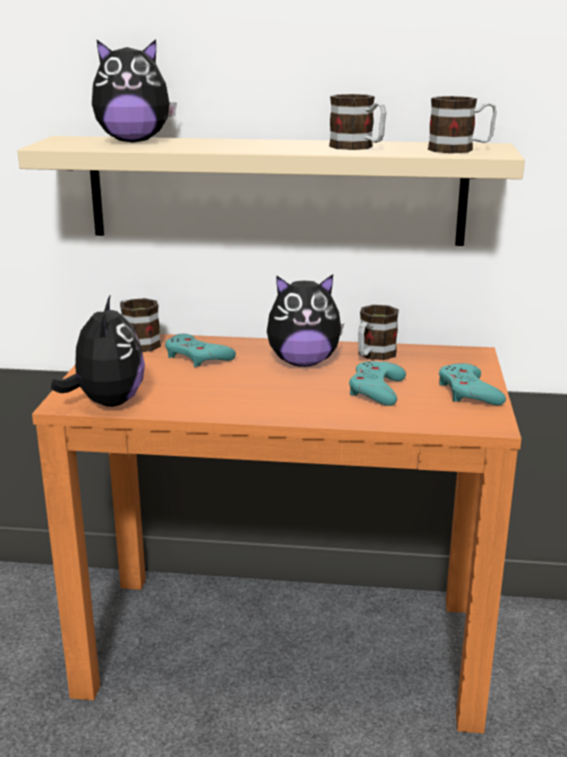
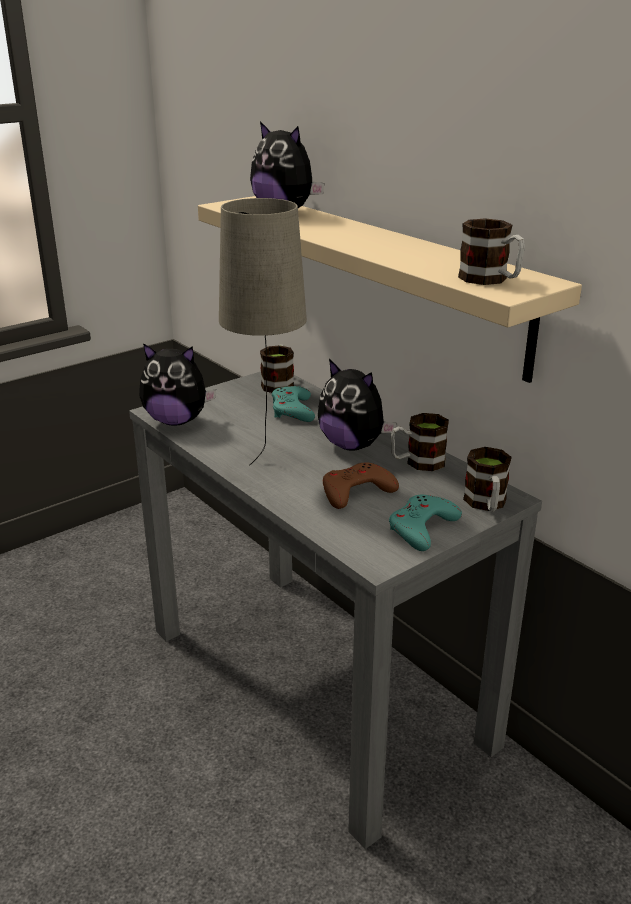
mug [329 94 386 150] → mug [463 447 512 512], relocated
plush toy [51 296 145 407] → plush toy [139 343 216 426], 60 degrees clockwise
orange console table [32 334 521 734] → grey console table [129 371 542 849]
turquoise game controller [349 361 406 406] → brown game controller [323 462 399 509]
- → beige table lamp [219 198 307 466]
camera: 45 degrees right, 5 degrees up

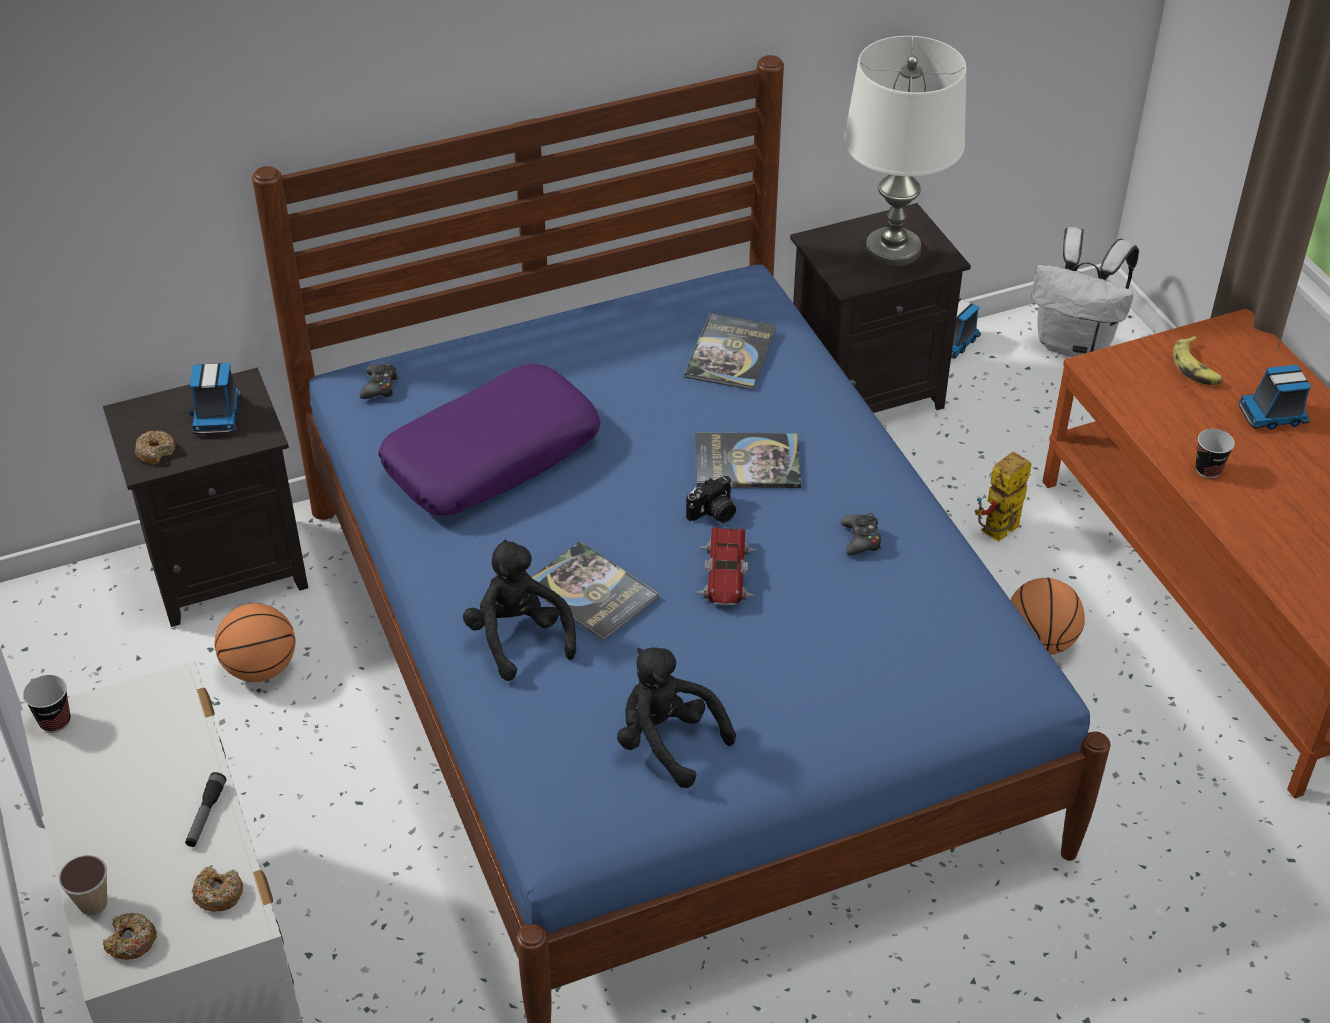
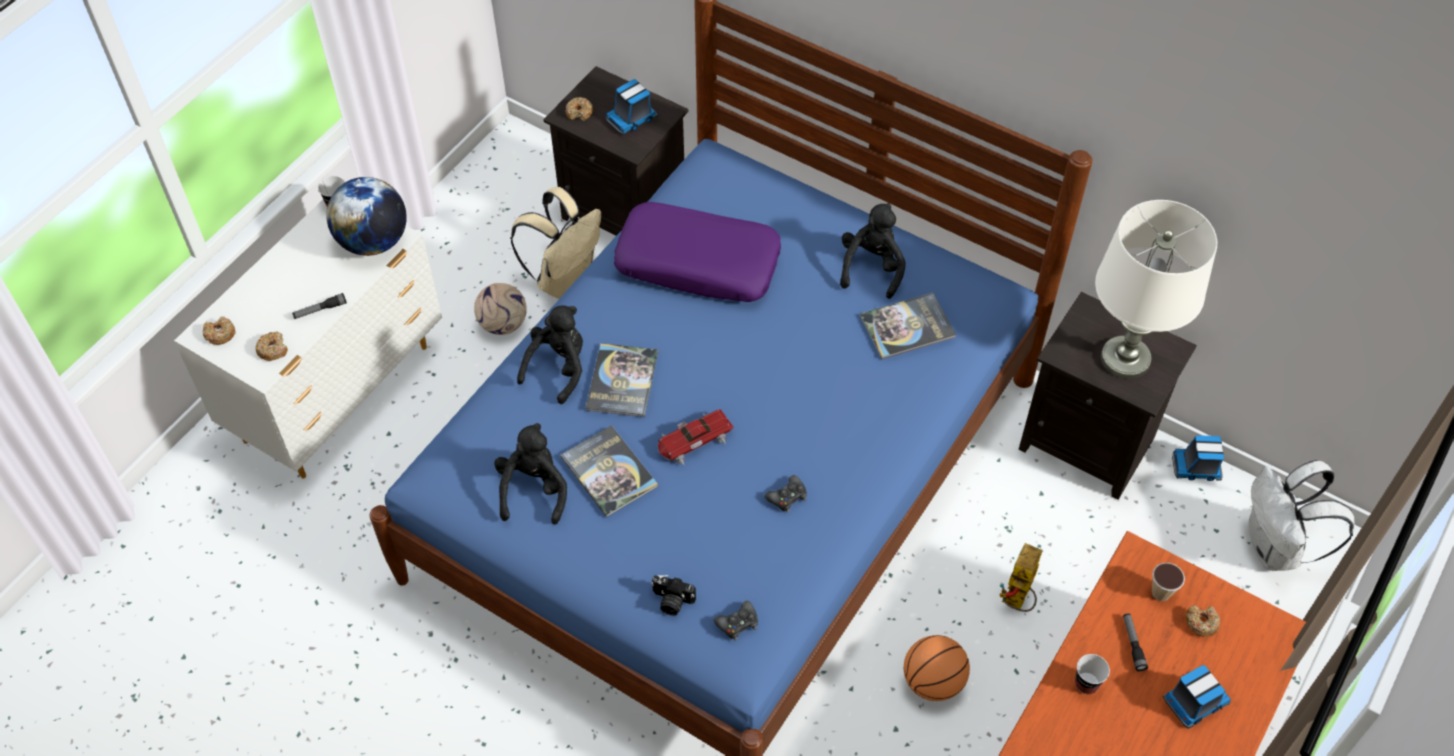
banana [1173 336 1223 385] → donut [1186 604 1220 637]
black game controller [359 363 399 399] → black game controller [713 601 758 641], relocated
toy truck [1239 365 1311 430] → toy truck [1163 665 1231 729], 105 degrees clockwise
book [695 432 801 488] → book [560 425 658 517], relocated
toy robot [975 451 1031 542] → toy robot [1000 543 1043 612], 75 degrees counterclockwise
photo camera [686 476 736 523] → photo camera [651 575 696 616], relocated
basketball [215 603 296 682] → beige backpack [510 187 601 299]
cup [59 855 107 916] → cup [1152 563 1185 601], relocated
- → globe [326 177 407 256]
- → black plush toy [840 203 906 299]
- → football [474 283 527 335]
- → flashlight [1123 613 1148 671]
camera: 55 degrees right, 10 degrees up

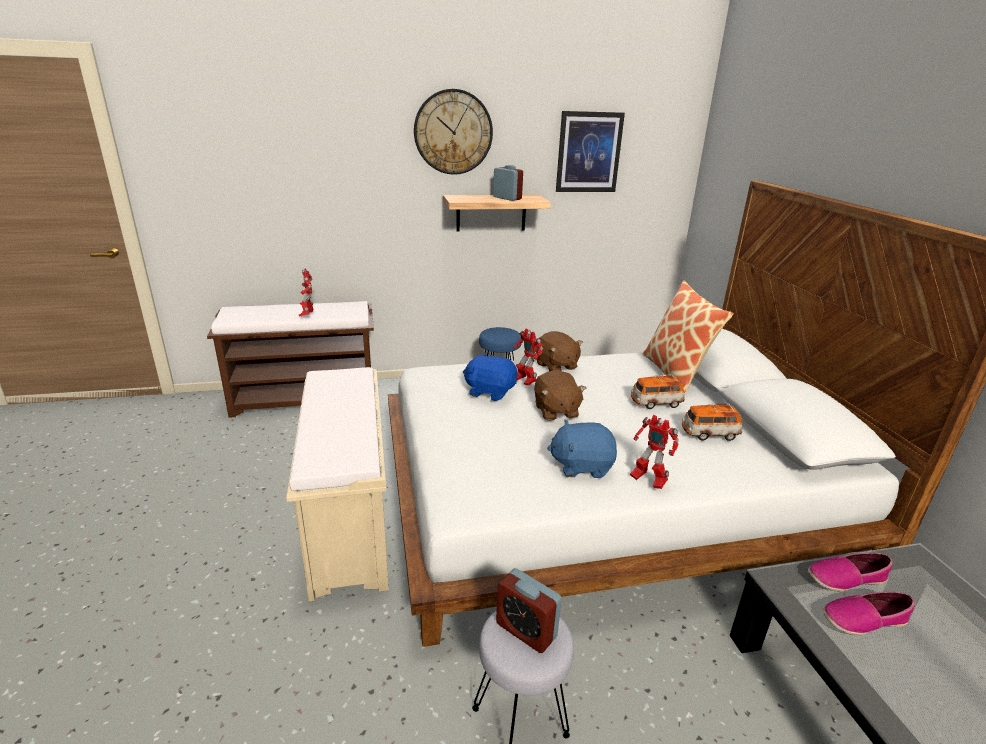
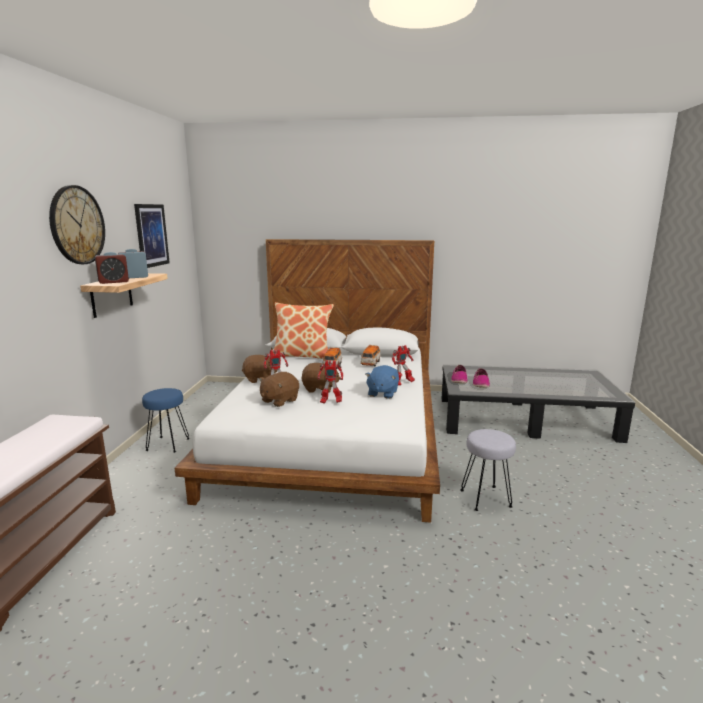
toy robot [299 268 314 317] → toy robot [317 360 343 404], relocated
blue plush toy [463 353 517 401] → brown plush toy [259 372 299 407]
beige bench [286 367 389 602] → -
alarm clock [496 568 562 653] → alarm clock [95 252 129 284], relocated
camera: 70 degrees left, 10 degrees down

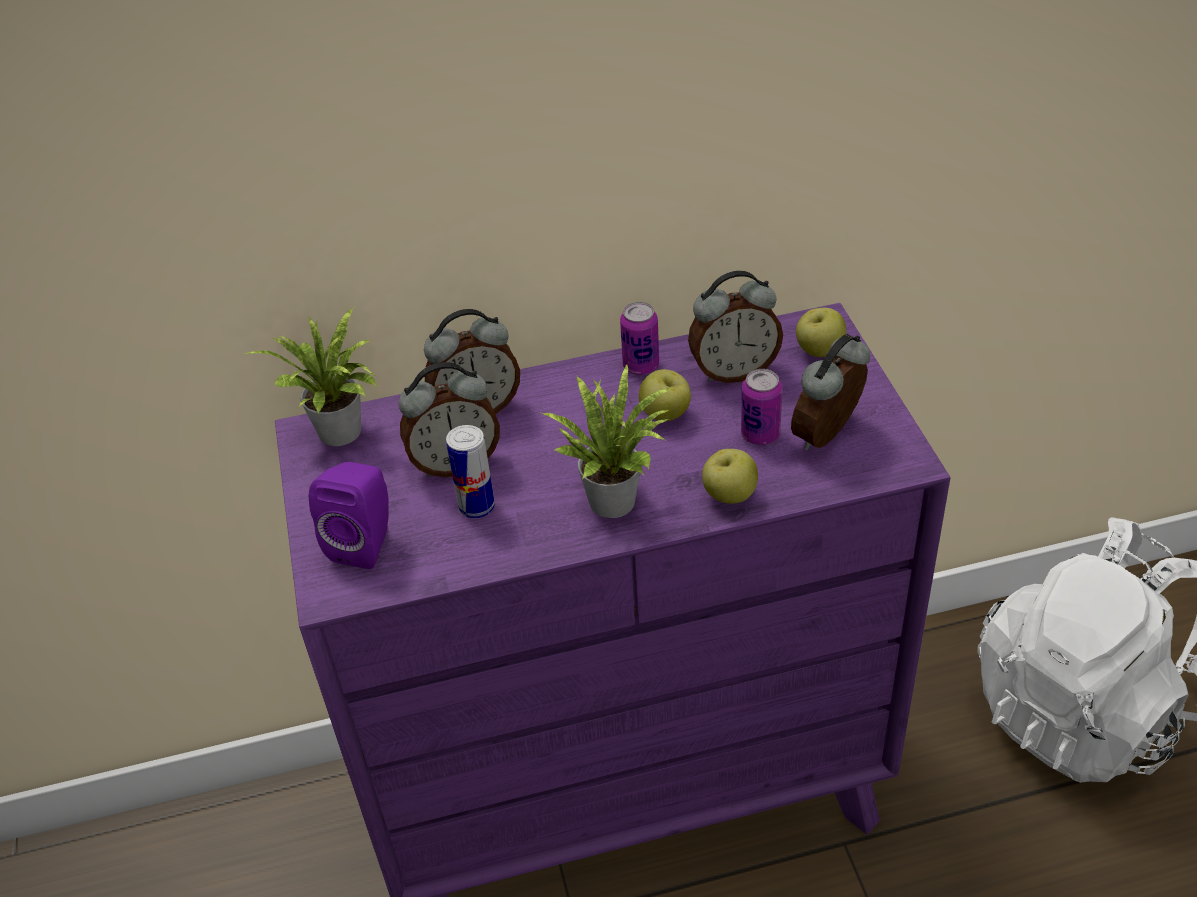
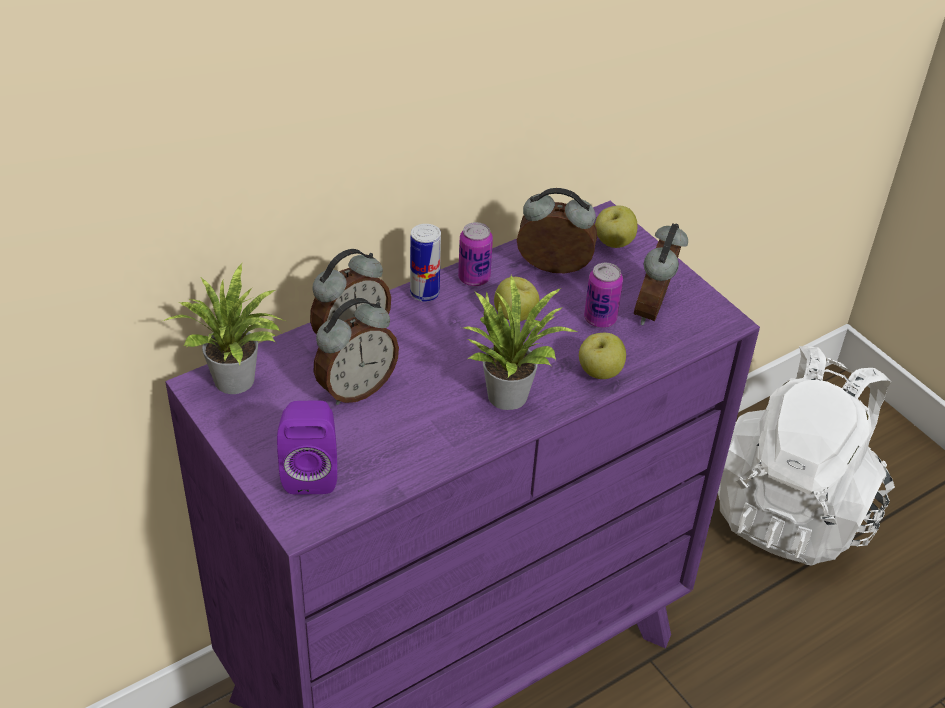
alarm clock [688 271 783 383] → alarm clock [517 188 597 273], 135 degrees counterclockwise
can [446 425 495 518] → can [410 224 441 302], relocated
camera: 25 degrees left, 0 degrees up

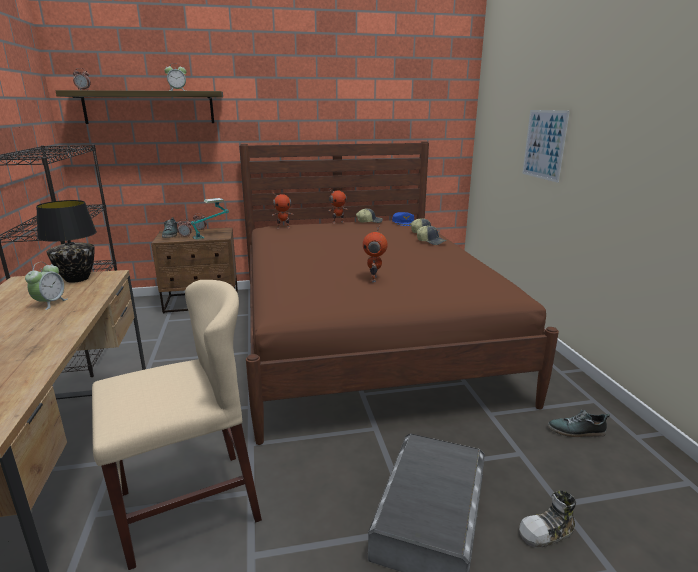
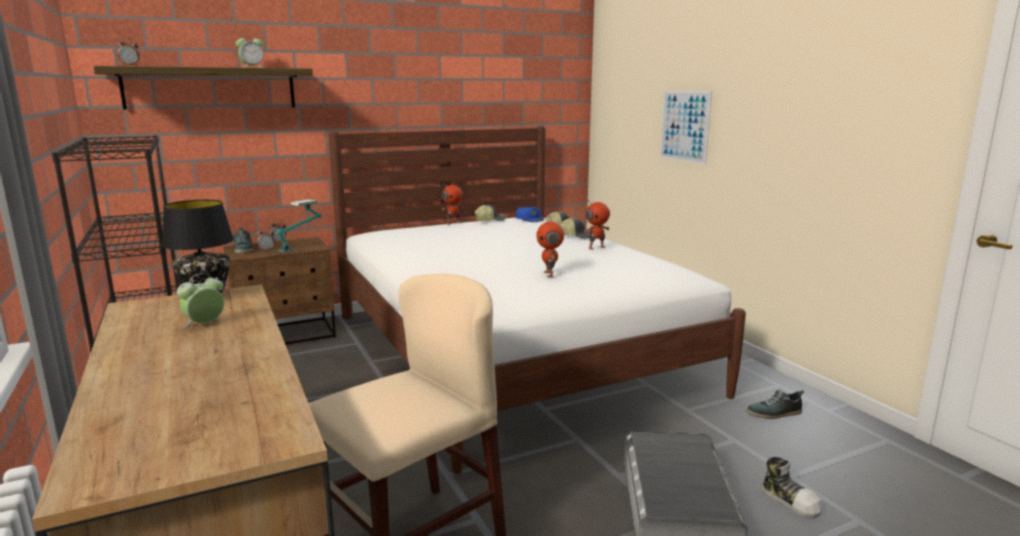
brown bed [239 141 559 445] → white bed [328 126 746 474]
toy robot [272 192 293 229] → toy robot [584 199 610 250], relocated
alarm clock [25 262 68 310] → alarm clock [177 273 224 328], 135 degrees counterclockwise
shoe [519 491 576 548] → shoe [762 457 823 519], 90 degrees counterclockwise
camera: 15 degrees left, 5 degrees down

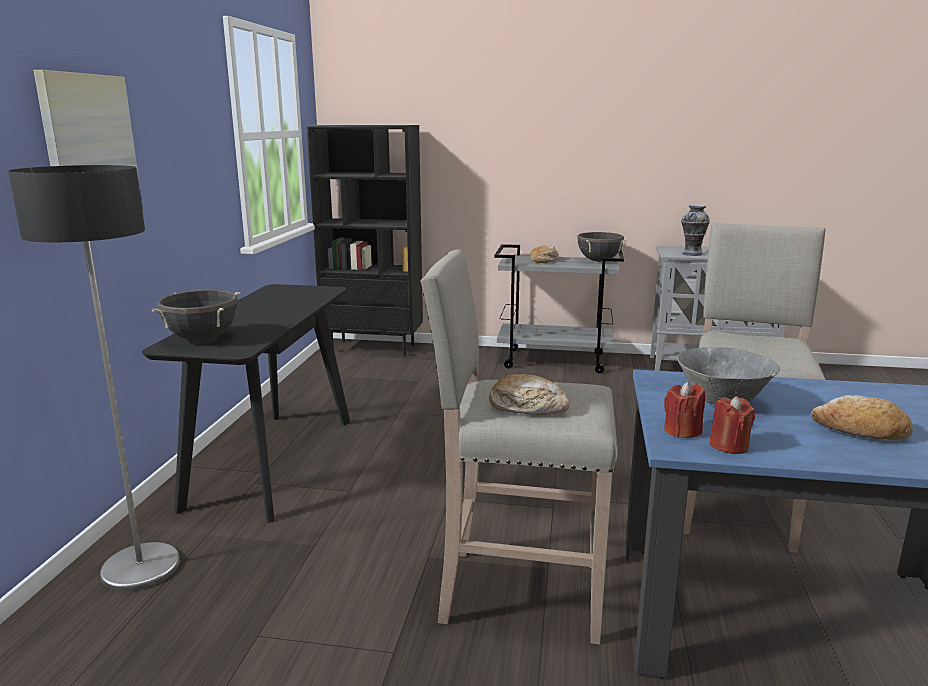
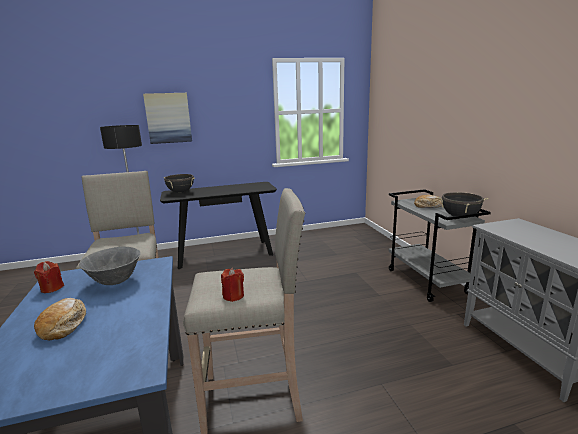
black bookcase [306 125 423 357] → -
vase [681 205 710 256] → -
bread [489 374 570 415] → -
red candle [664 382 705 438] → red candle [221 268 244 302], relocated
camera: 65 degrees right, 0 degrees up

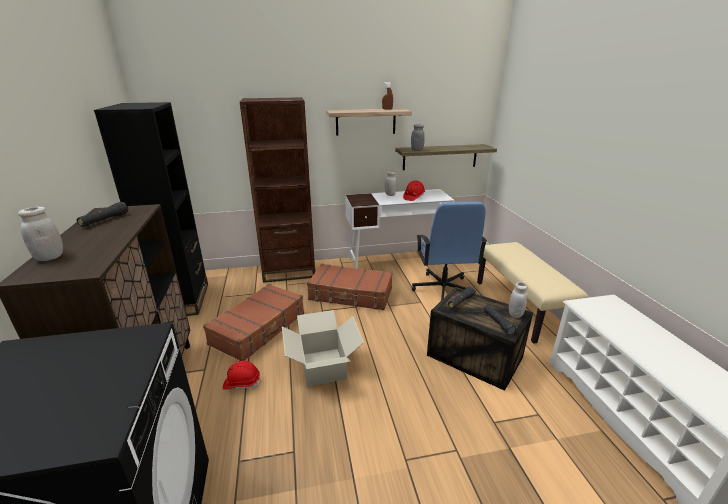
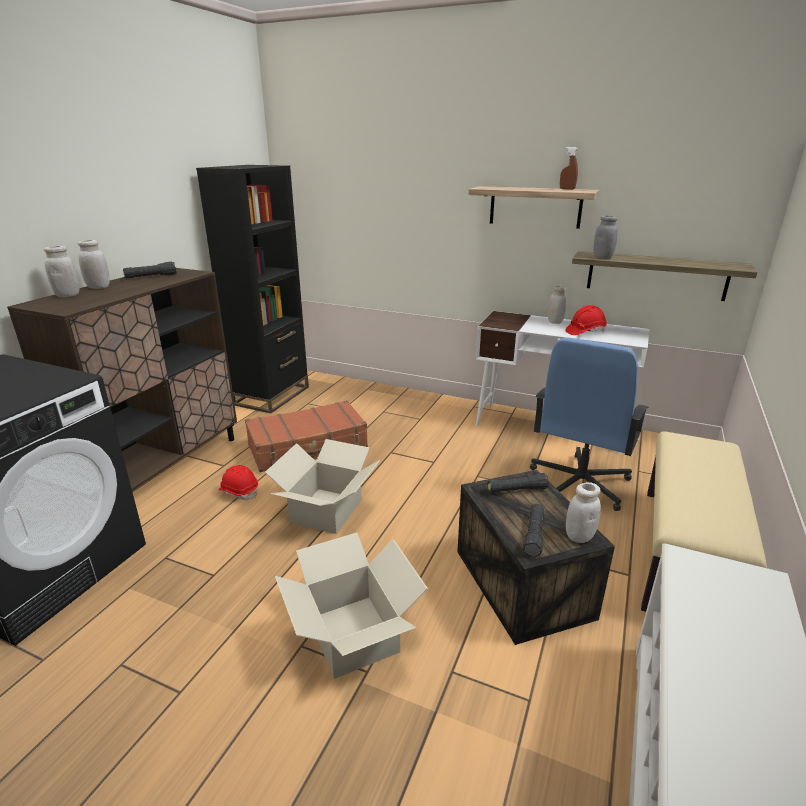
brown bookcase [240 97 315 283] → -
brown suitcase [307 264 392 310] → -
- → white jar [78 240 110 289]
- → cardboard box [275 533 428 679]
camera: 35 degrees right, 0 degrees up

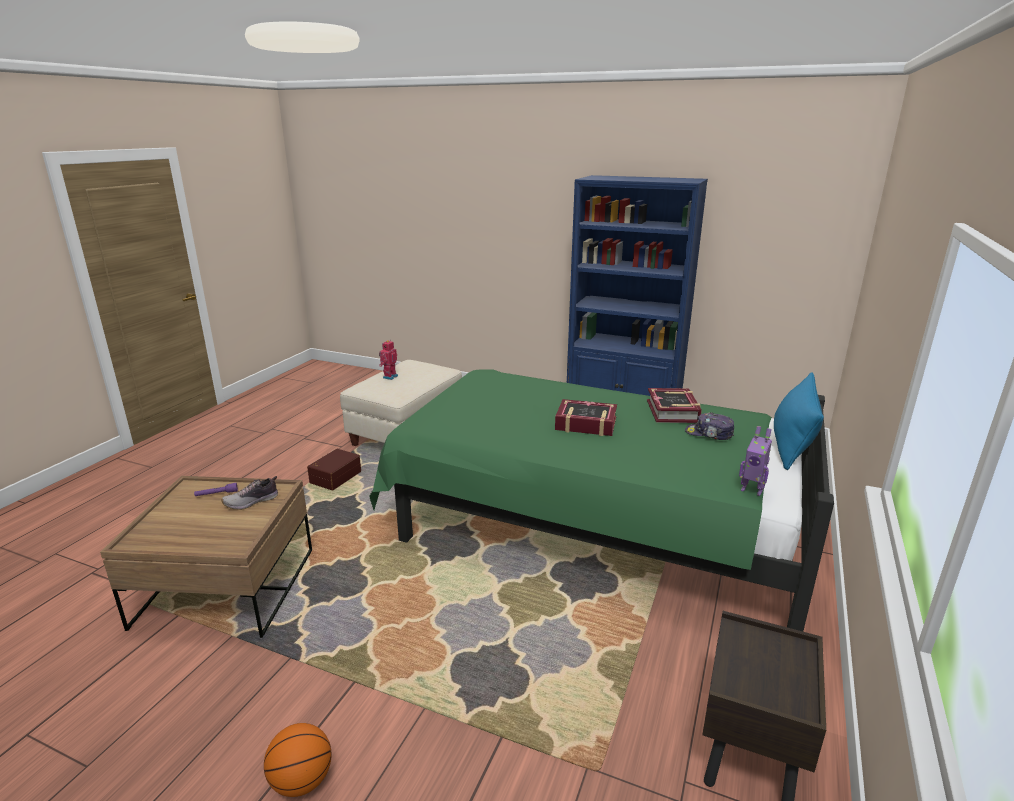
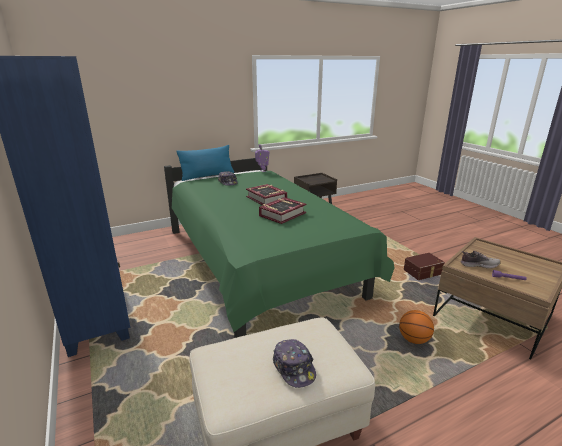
toy robot [379 340 398 380] → cap [273 339 316 388]
book [647 388 702 423] → book [259 197 306 224], relocated
brown storage box [307 449 361 490] → brown storage box [404 253 445 280], relocated
basketball [264 723 332 797] → basketball [399 310 434 344], relocated
camera: 140 degrees left, 0 degrees up

